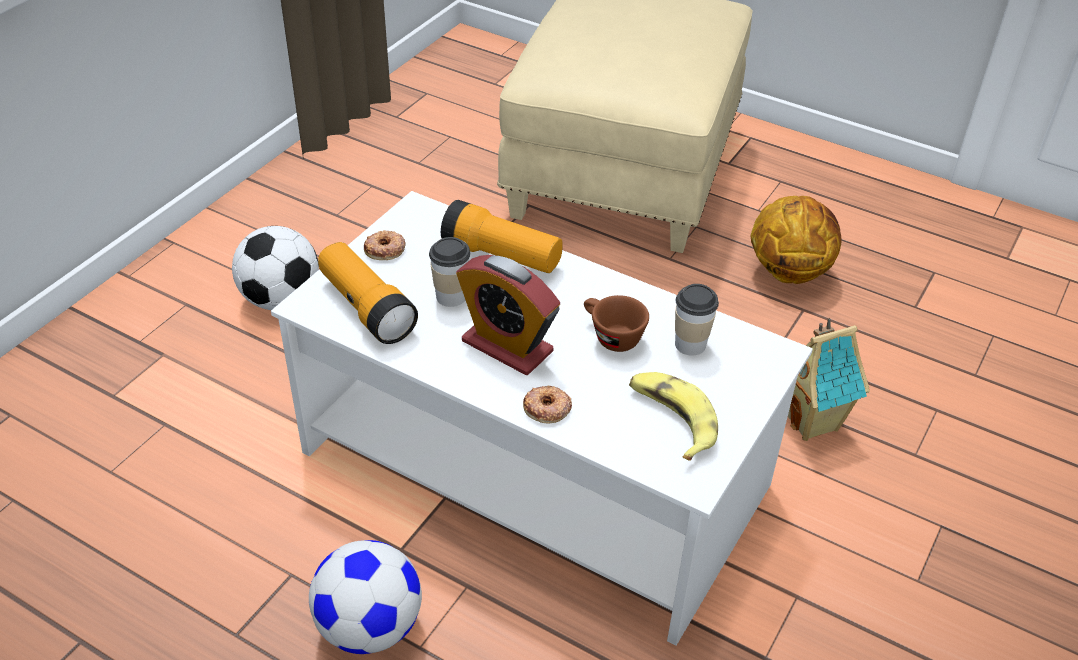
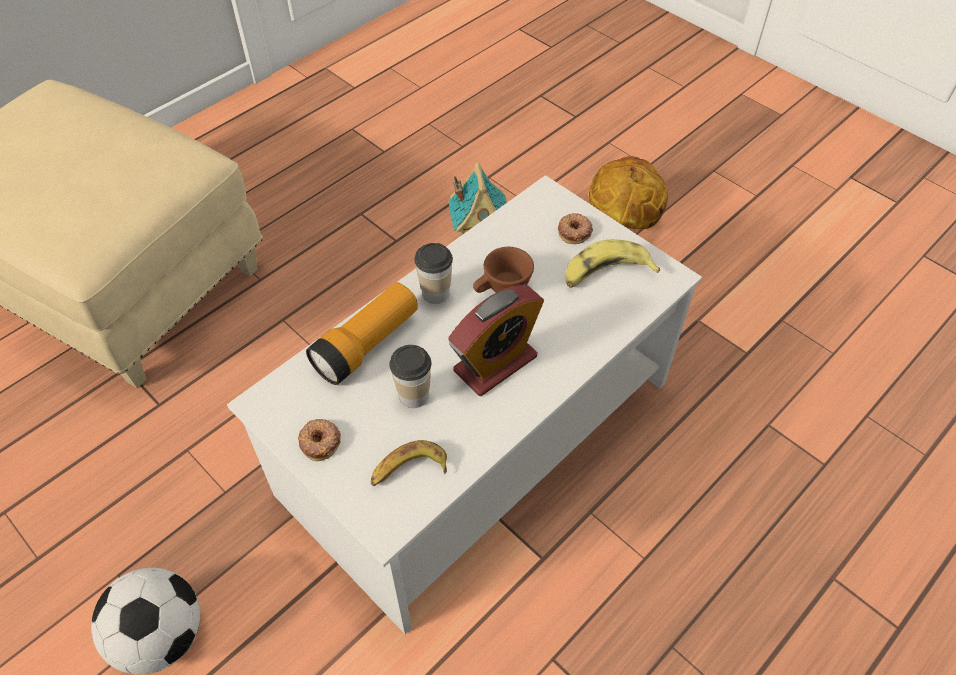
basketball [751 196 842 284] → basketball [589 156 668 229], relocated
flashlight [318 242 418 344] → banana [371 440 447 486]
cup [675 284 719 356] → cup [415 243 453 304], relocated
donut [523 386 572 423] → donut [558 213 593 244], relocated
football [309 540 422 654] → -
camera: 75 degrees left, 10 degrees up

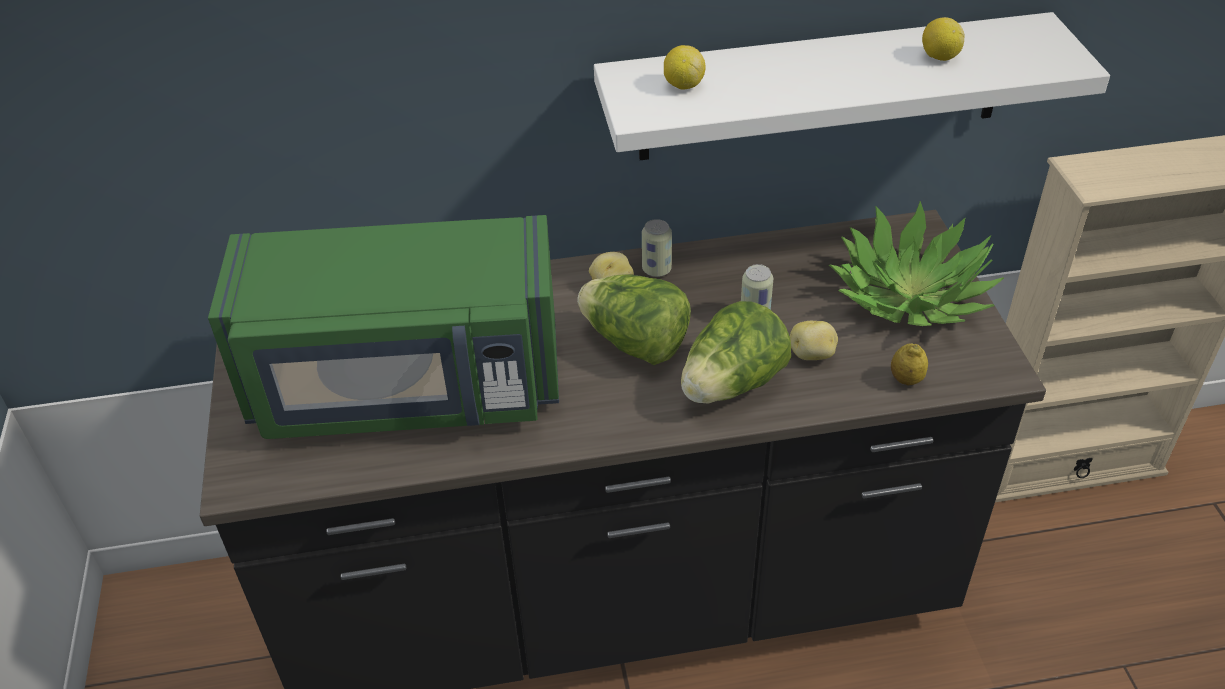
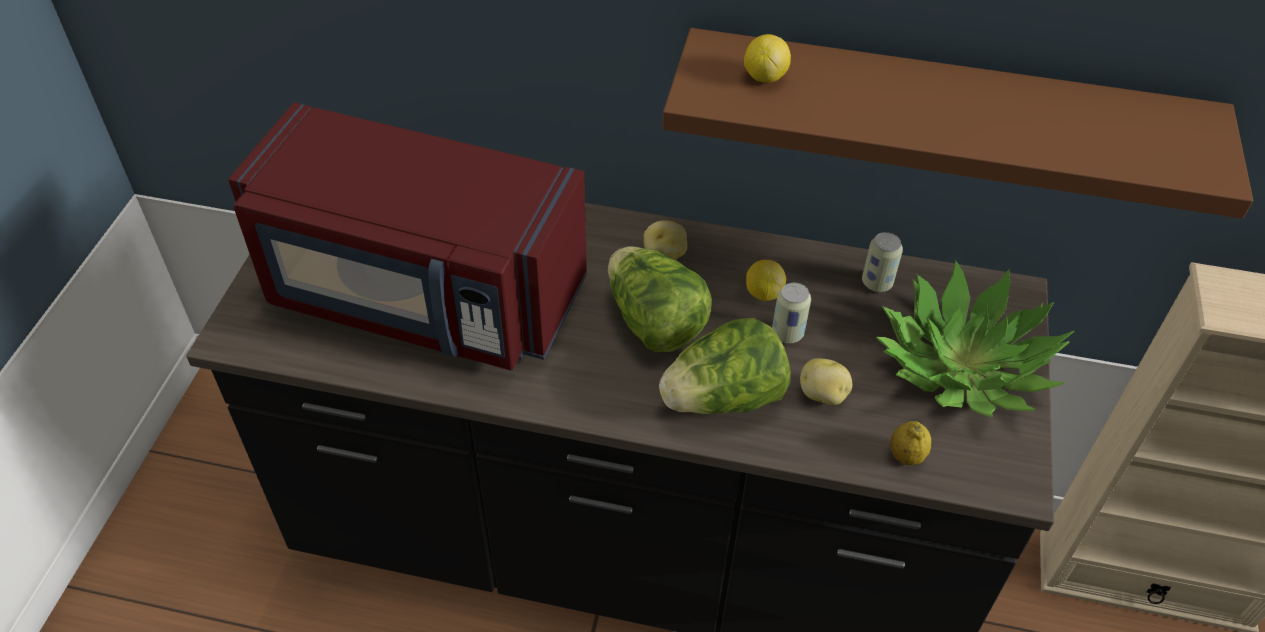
white shelf [594 12 1110 160] → brown shelf [662 28 1253 219]
lemon [922 17 965 61] → lemon [746 260 786 301], relocated
green microwave [208 215 559 439] → red microwave [228 102 587 370]
can [642 219 672 277] → can [862 232 903 292], relocated
camera: 20 degrees right, 5 degrees up

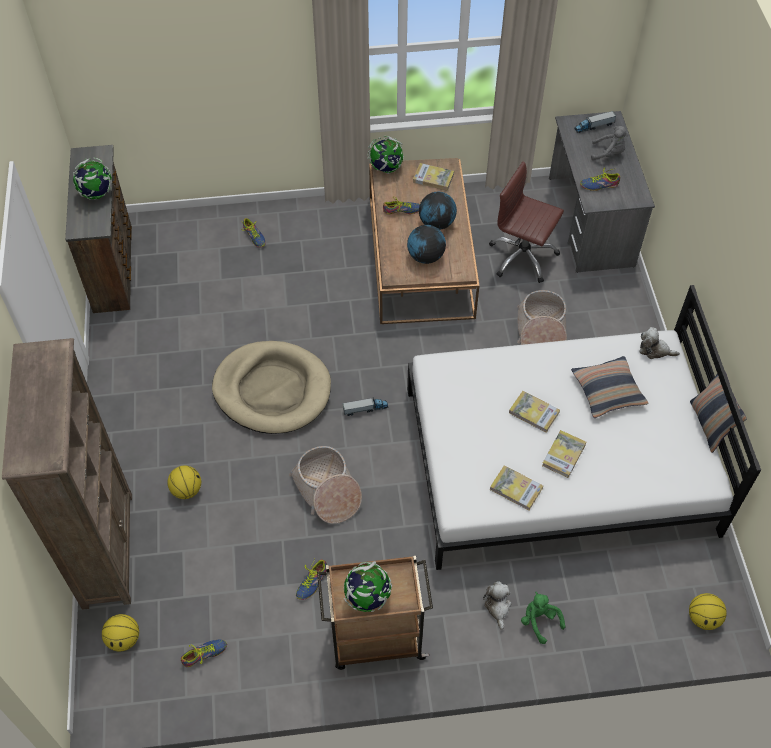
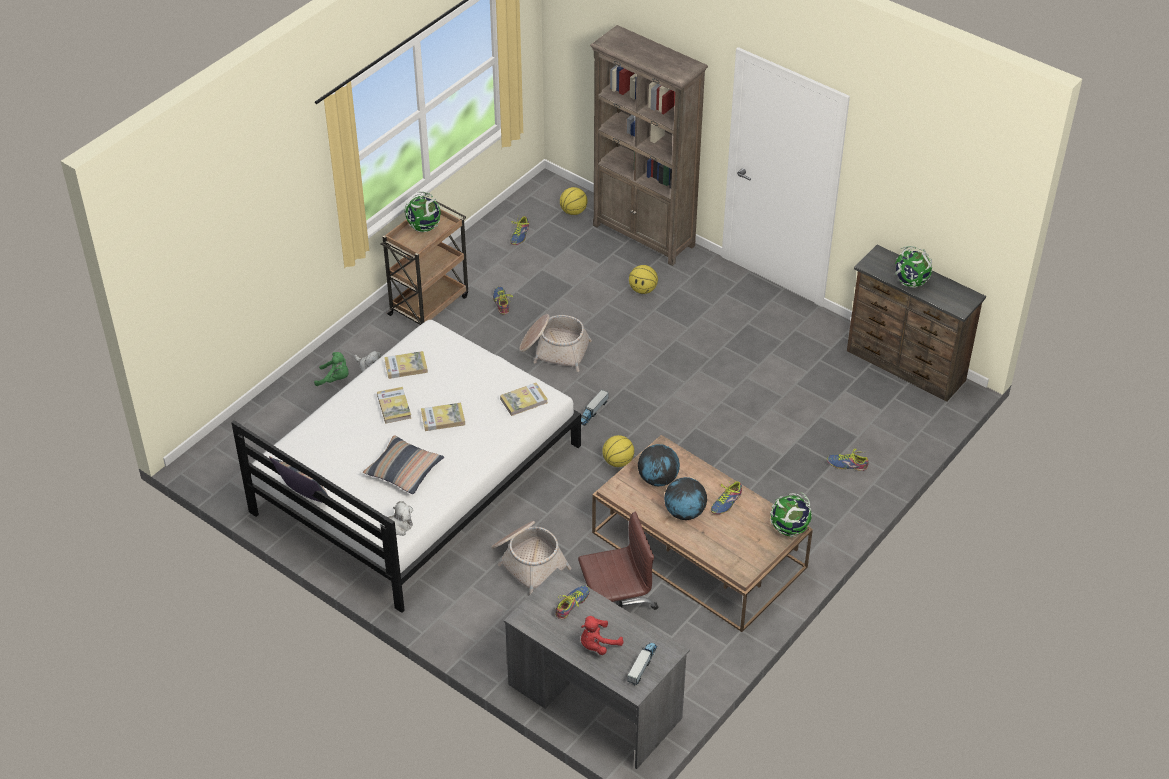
grey plush toy [591 126 629 160] → red plush toy [581 616 624 655]
book [413 163 454 191] → book [500 383 548 416], relocated
beige dog bed [212 341 331 434] → -
basketball [689 593 727 630] → basketball [602 435 634 467], relocated
camera: 135 degrees right, 10 degrees down

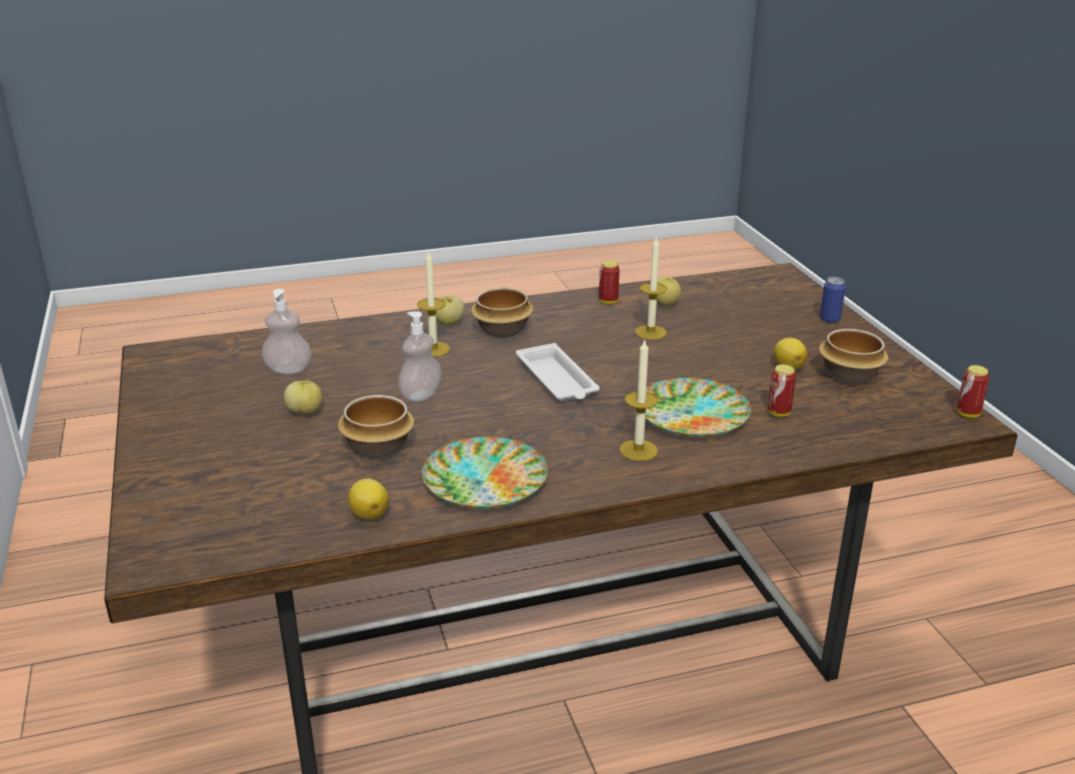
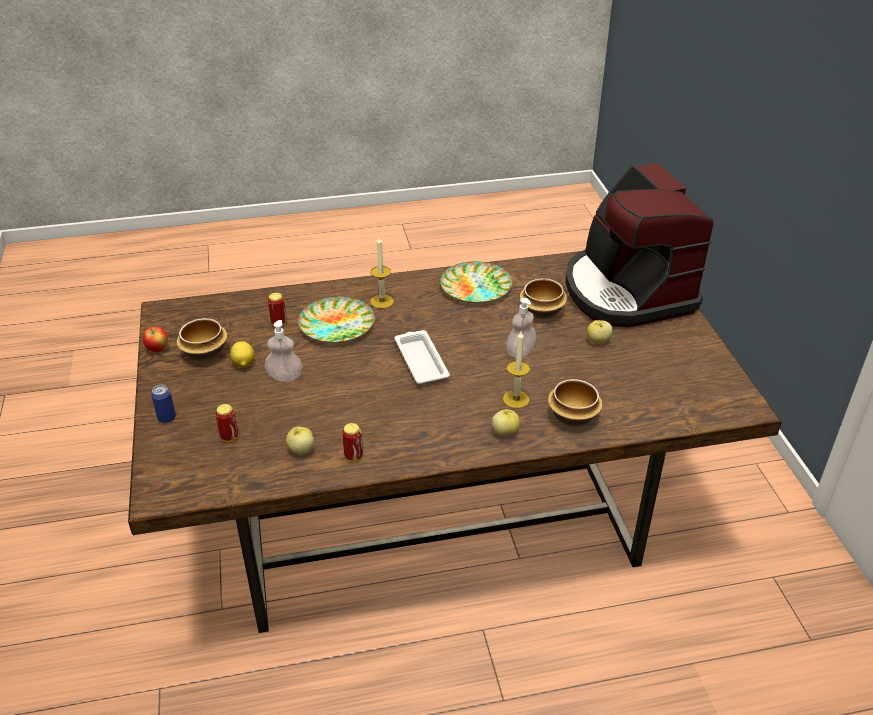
candle [635 236 667 340] → -
bowl [471 288 534 338] → bowl [548 379 602 427], relocated
soap dispenser [262 289 312 374] → soap dispenser [264 320 303 382], relocated
can [957 365 990 418] → can [215 404 238 442], relocated
lemon [348 478 389 520] → -
- → coffee machine [565 163 714 327]
- → apple [142 327 168 352]
camera: 175 degrees left, 10 degrees up

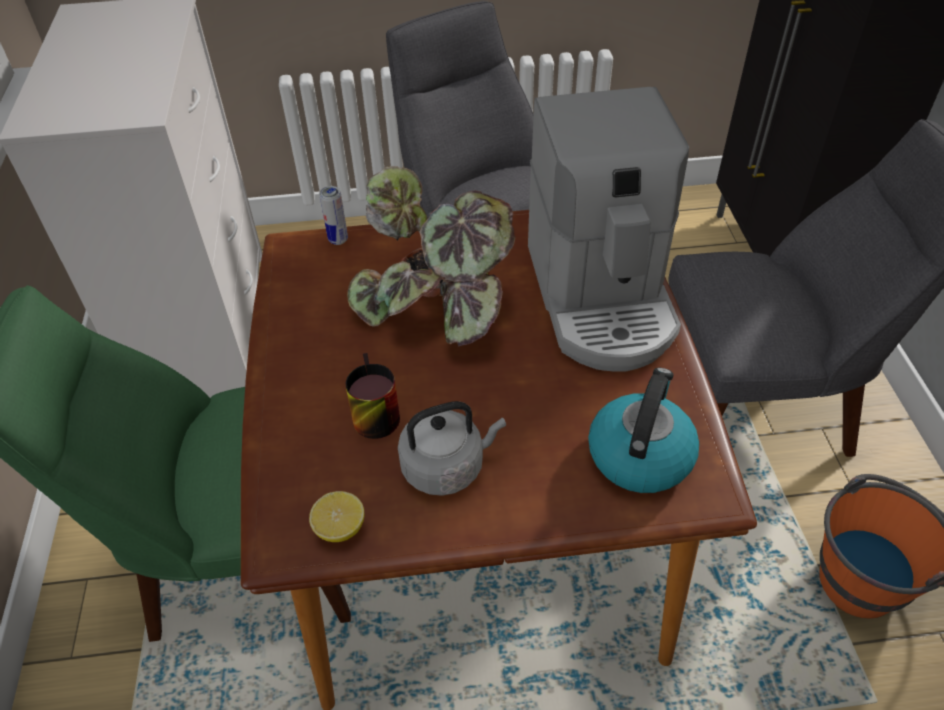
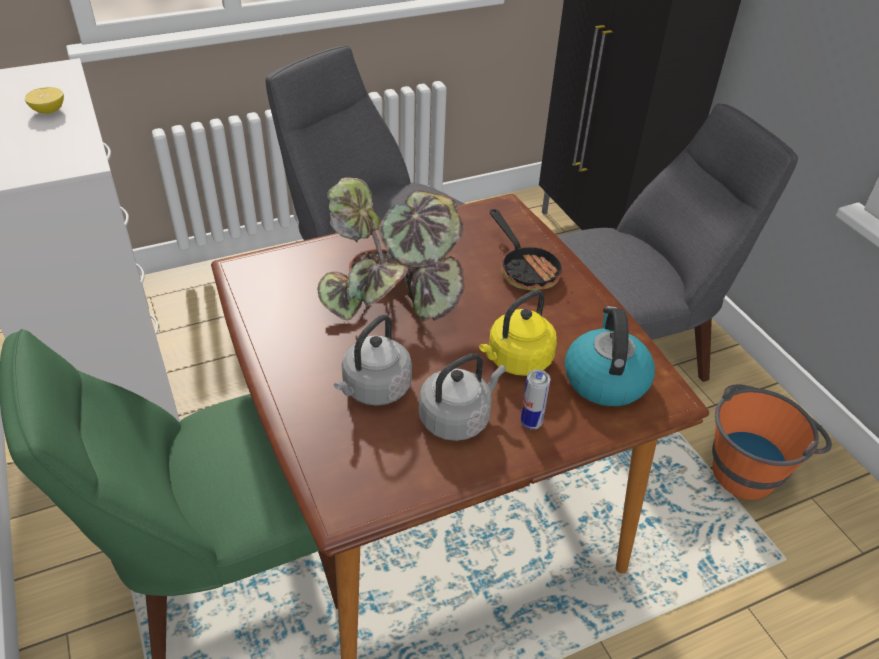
coffee machine [528 87 689 372] → frying pan [490 209 566 290]
can [319 186 348 245] → can [520 369 551 429], relocated
mug [345 353 400 439] → grey kettle [334 315 412 406]
lemon [309 491 364 542] → lemon [25 87 64 114], relocated
- → yellow kettle [479 290 557 376]
camera: 20 degrees left, 5 degrees down

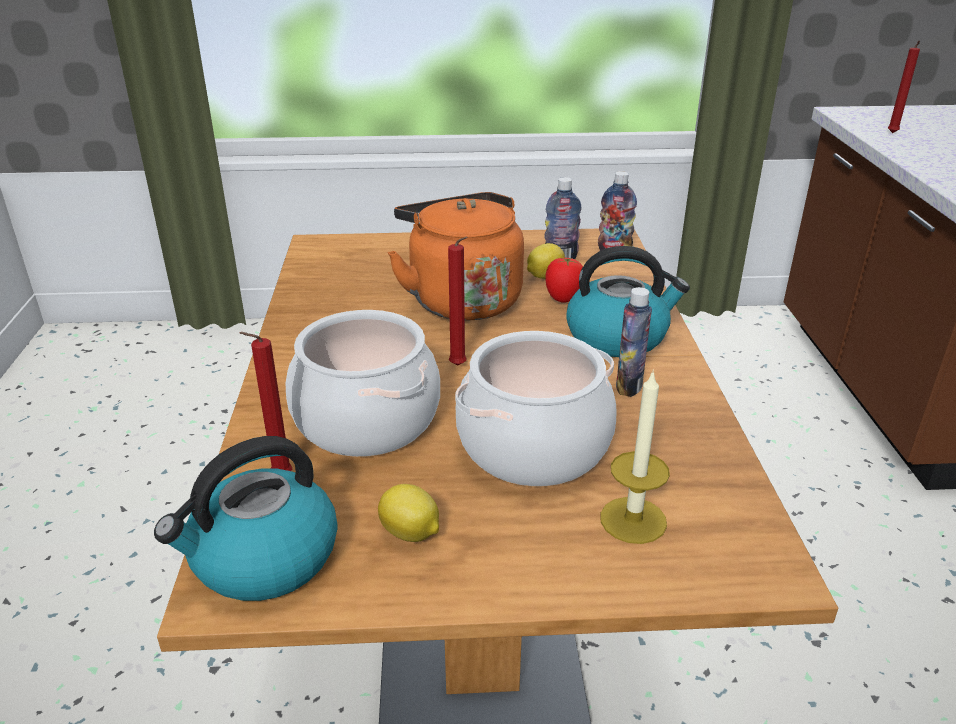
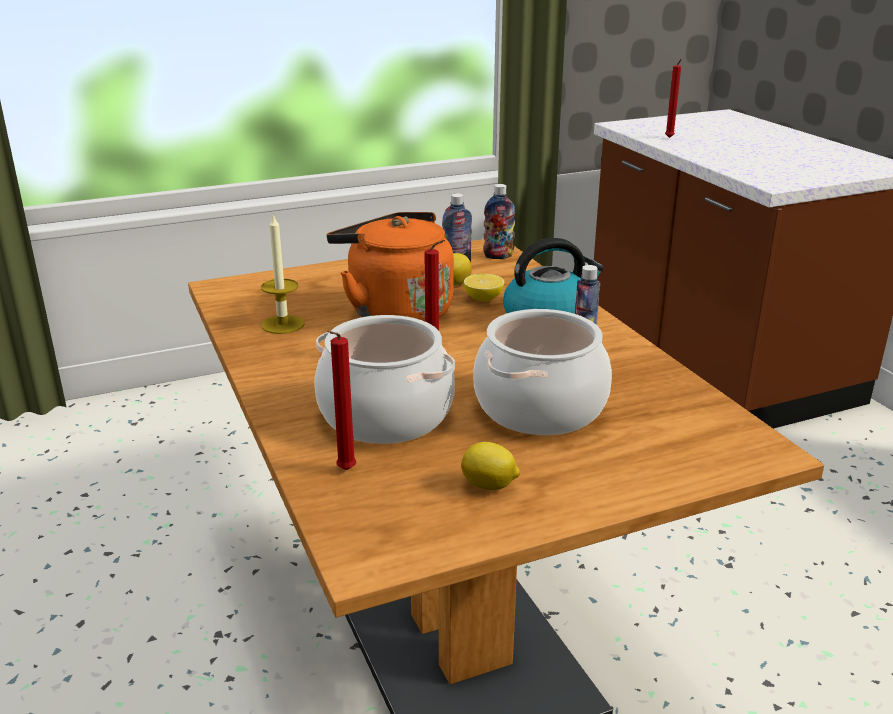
tomato [545 258 583 303] → lemon [464 274 504 301]
candle [600 370 670 544] → candle [261 213 305 334], relocated
kettle [154 436 338 601] → -
camera: 20 degrees left, 5 degrees down

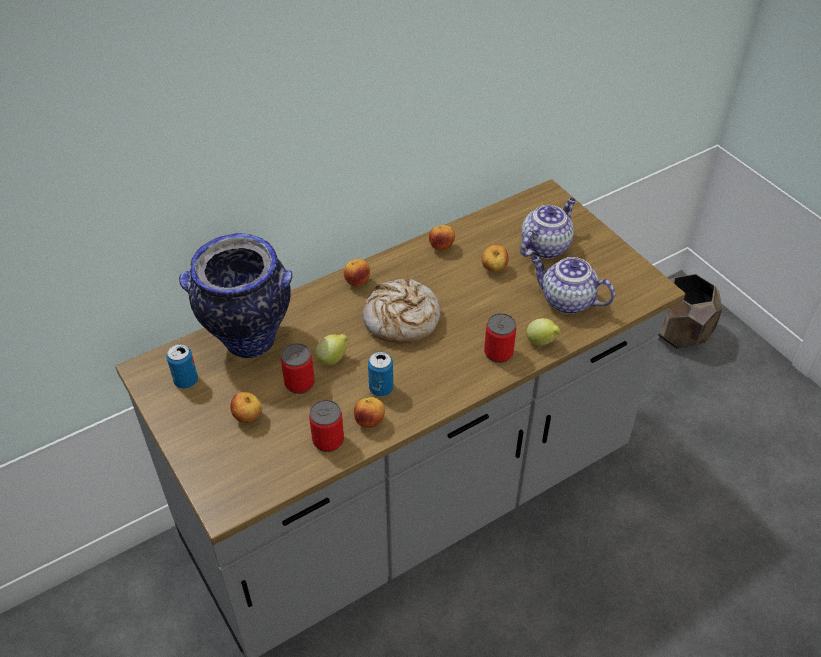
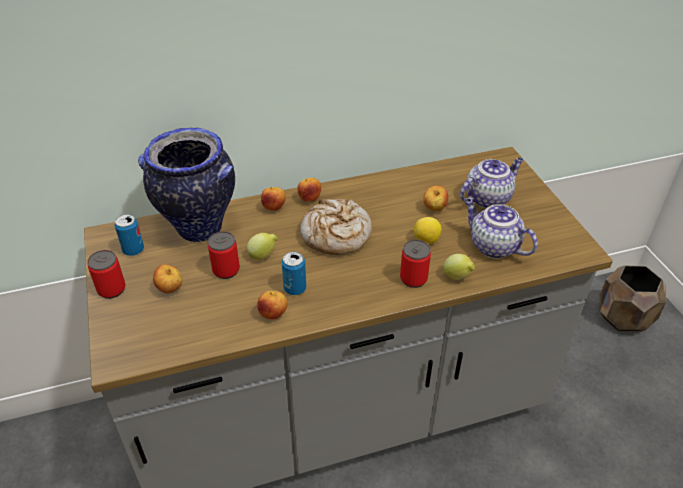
apple [429 225 455 250] → apple [261 187 286 211], relocated
can [309 400 344 452] → can [87 250 125 299], relocated
- → lemon [414 217 442 244]
camera: 15 degrees right, 5 degrees down

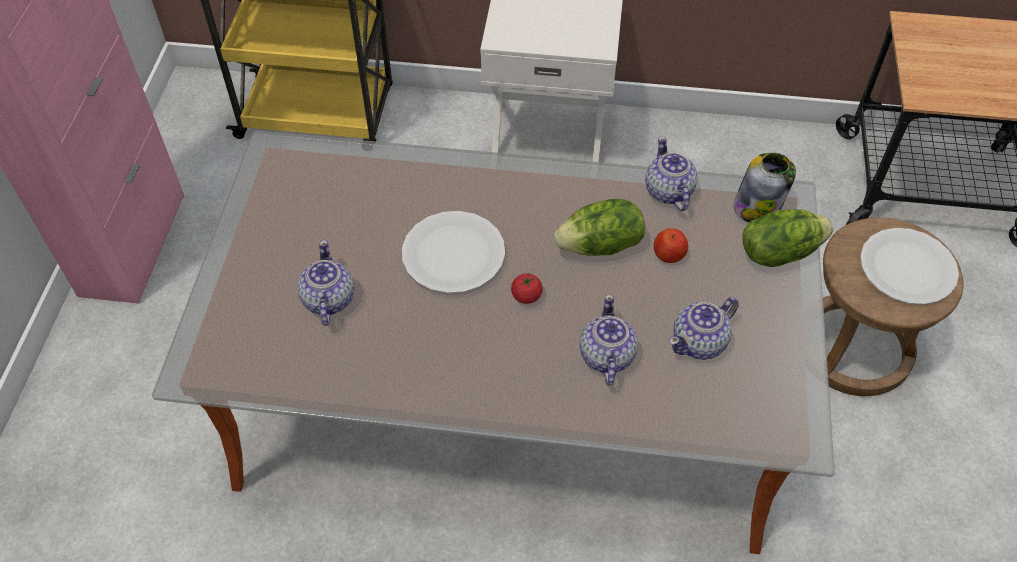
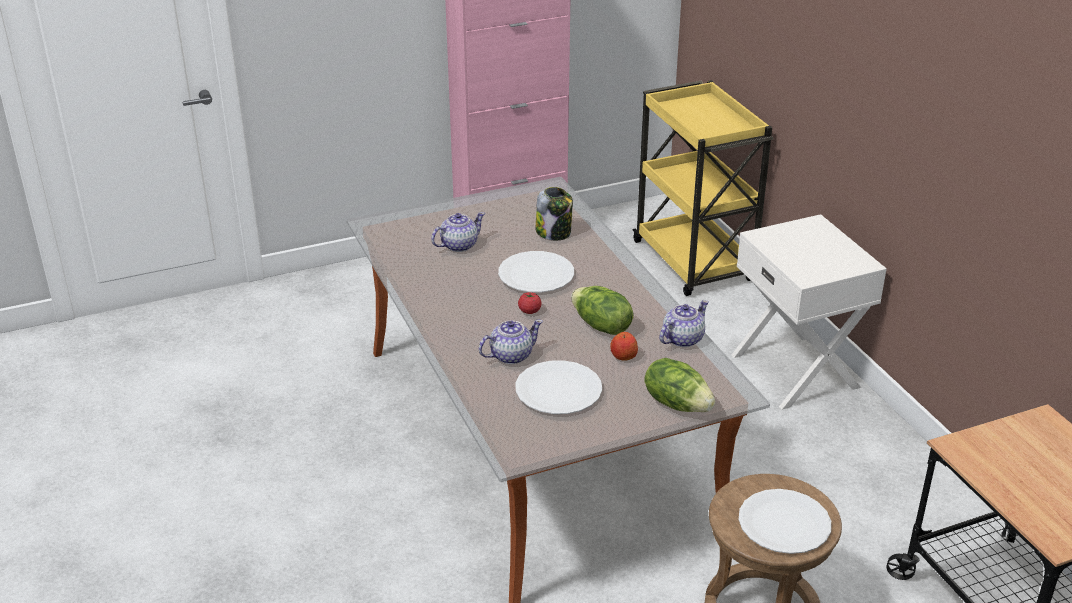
jar [734 153 796 222] → jar [536 187 573 241], relocated
teapot [669 297 739 360] → white plate [515 360 602 414]
camera: 60 degrees right, 20 degrees down

